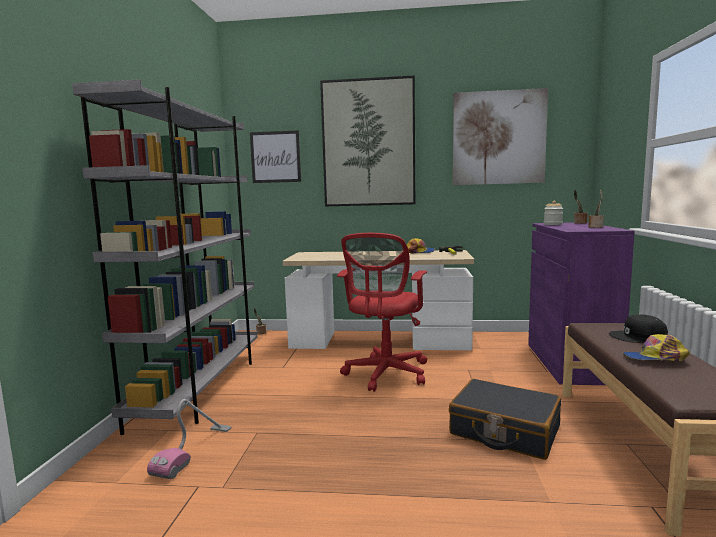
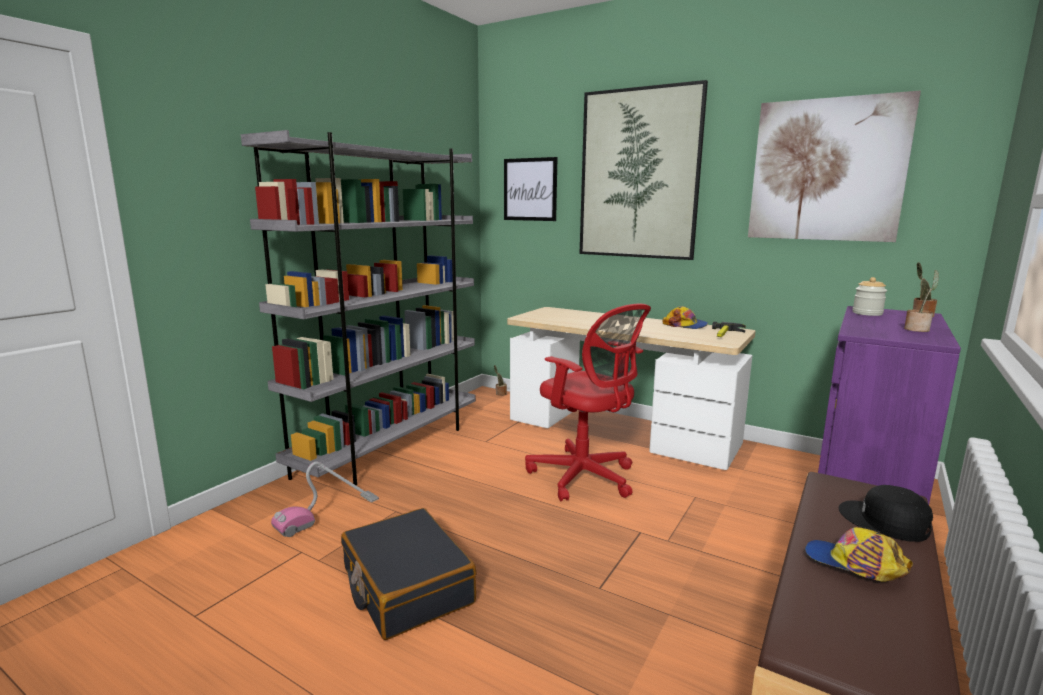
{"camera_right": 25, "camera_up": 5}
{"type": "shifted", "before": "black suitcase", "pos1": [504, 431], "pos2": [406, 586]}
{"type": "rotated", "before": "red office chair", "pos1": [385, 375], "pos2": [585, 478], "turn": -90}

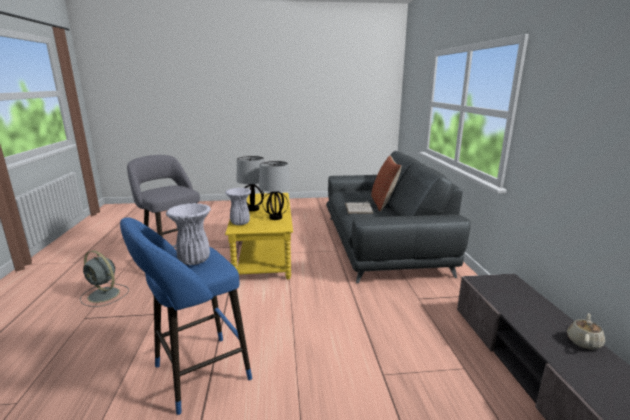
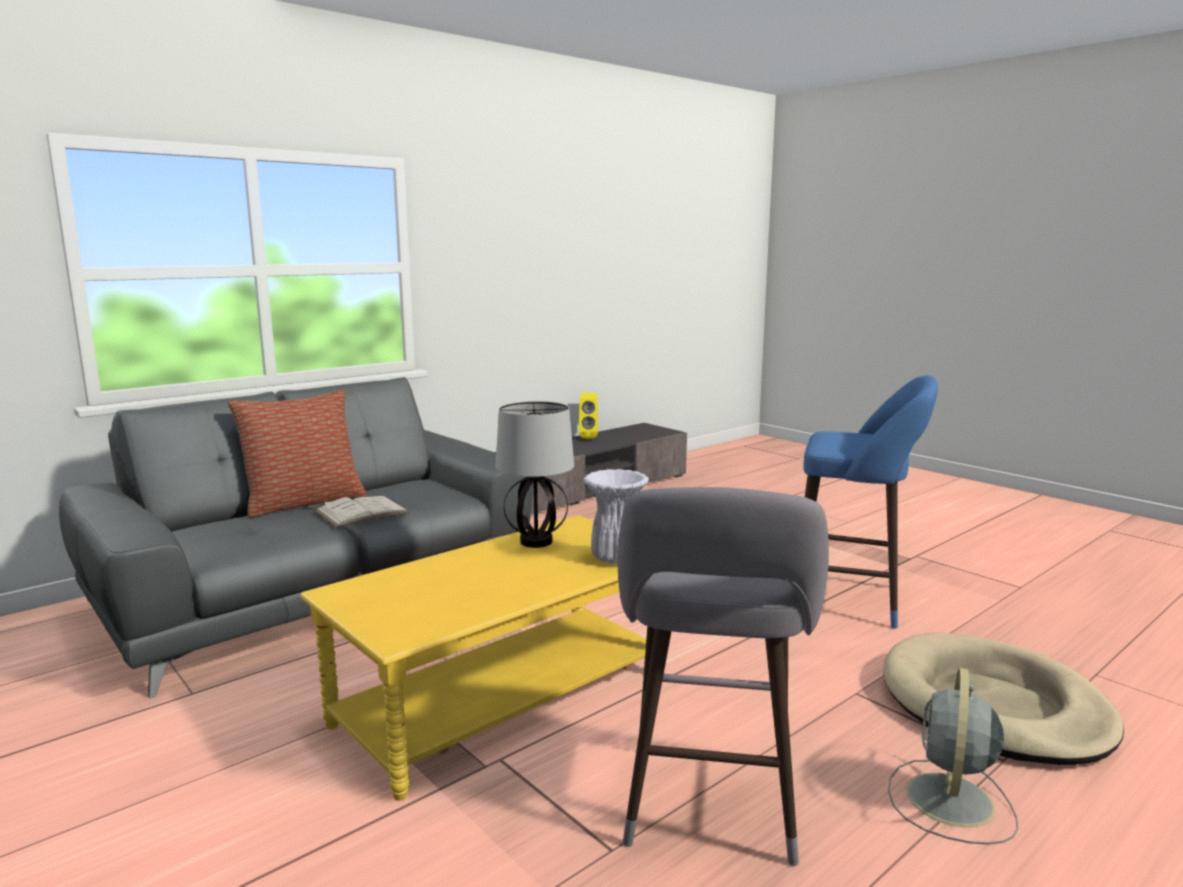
{"camera_right": -125, "camera_up": -5}
{"type": "gone", "before": "white vase", "pos1": [194, 261]}
{"type": "gone", "before": "table lamp", "pos1": [253, 209]}
{"type": "new", "after": "beige dog bed", "pos2": [993, 706]}
{"type": "swapped", "before": "beige teapot", "after": "yellow speaker", "pos1": [584, 342], "pos2": [588, 437]}
{"type": "rotated", "before": "grey fan", "pos1": [105, 295], "pos2": [949, 802], "turn": -150}

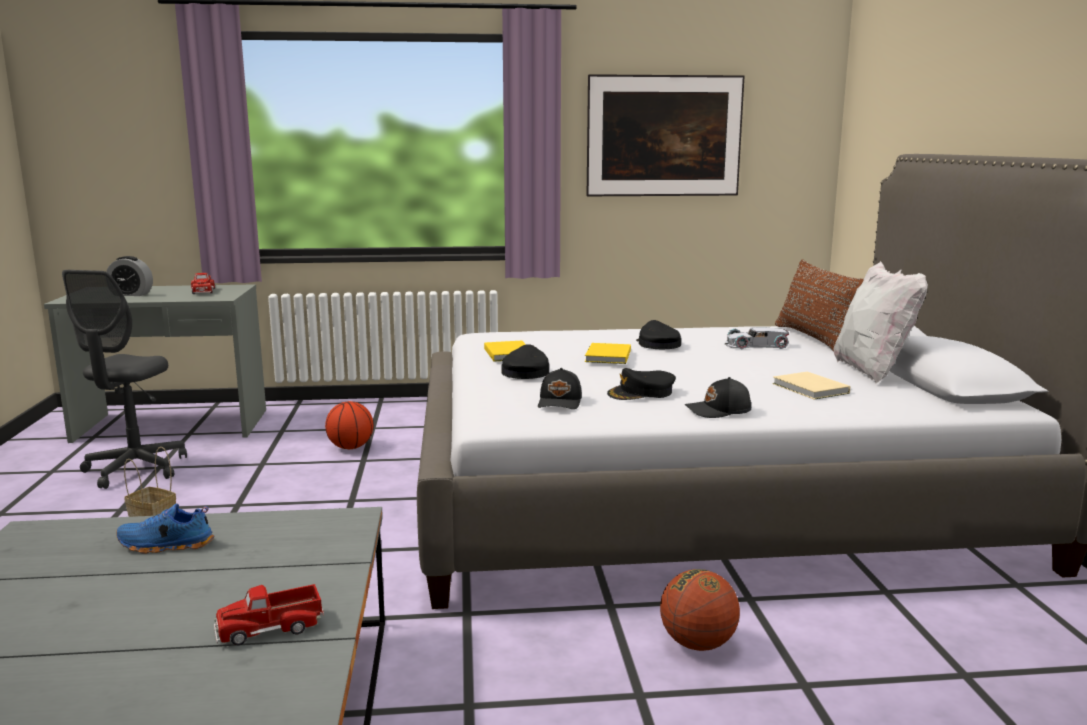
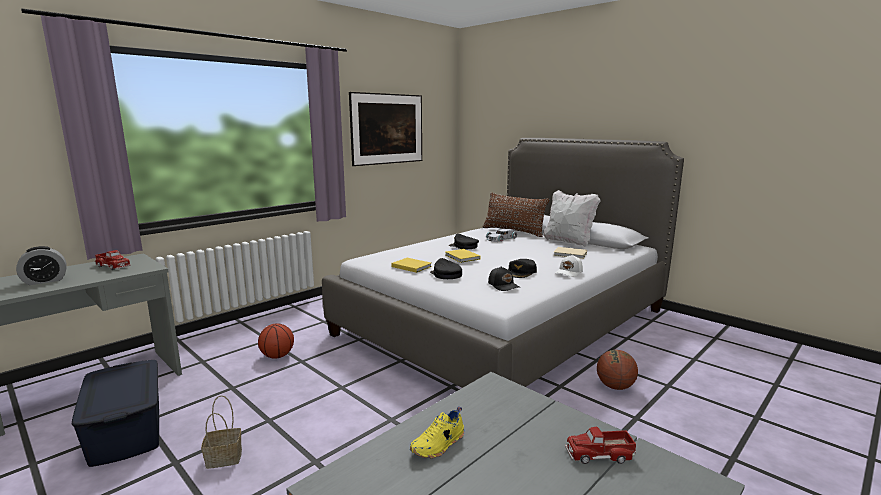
{"camera_right": -40, "camera_up": 0}
{"type": "swapped", "before": "grey office chair", "after": "blue storage box", "pos1": [135, 469], "pos2": [126, 430]}
{"type": "repainted", "before": "blue shoe", "after": "yellow shoe", "pos1": [165, 545], "pos2": [439, 445]}
{"type": "repainted", "before": "black cap", "after": "white cap", "pos1": [719, 411], "pos2": [569, 272]}
{"type": "rotated", "before": "toy truck", "pos1": [270, 627], "pos2": [599, 454], "turn": 60}

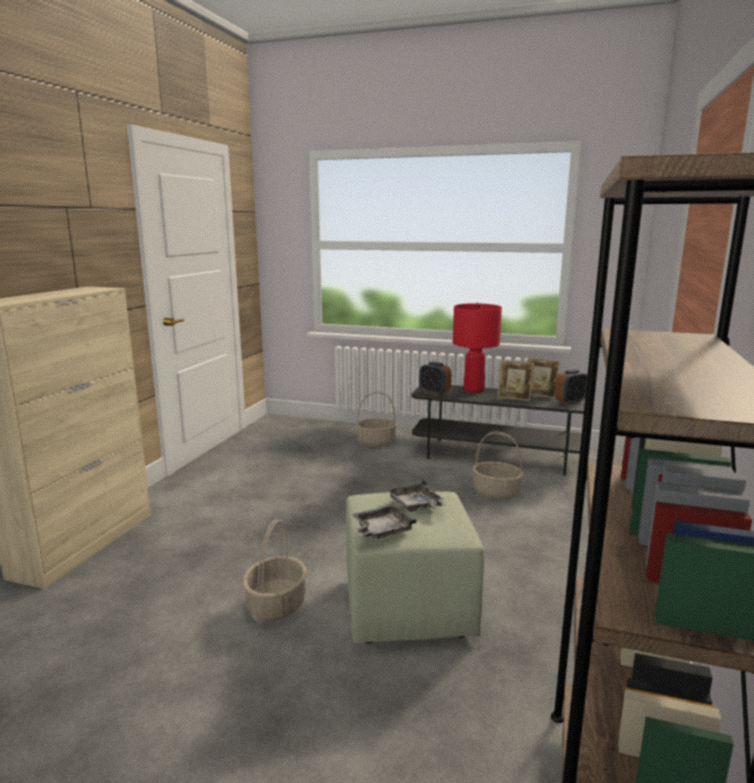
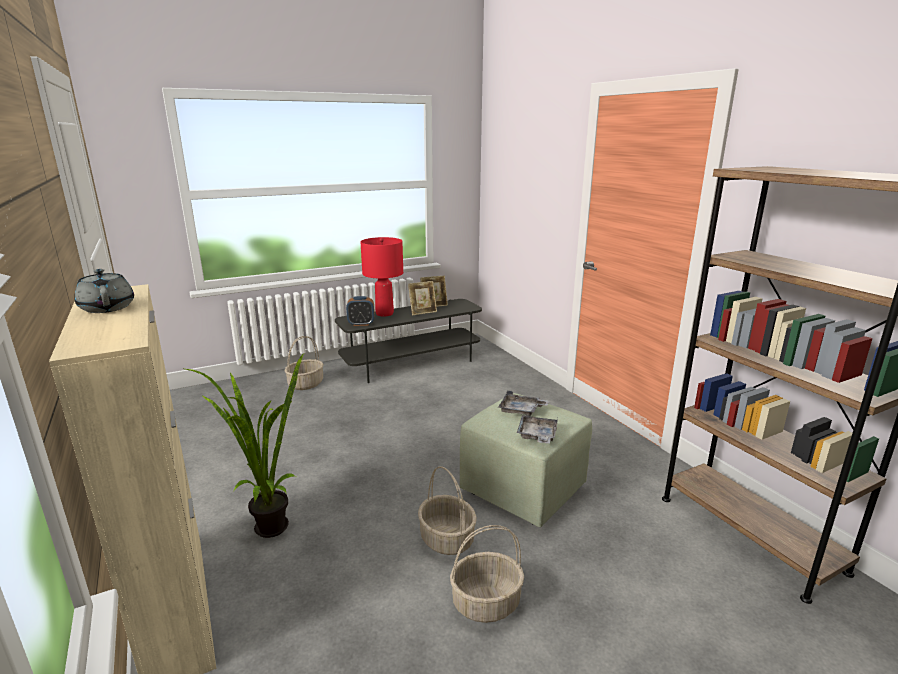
{"camera_right": -45, "camera_up": 5}
{"type": "gone", "before": "alarm clock", "pos1": [570, 402]}
{"type": "new", "after": "grey teapot", "pos2": [107, 307]}
{"type": "new", "after": "potted plant", "pos2": [265, 525]}
{"type": "shifted", "before": "basket", "pos1": [497, 493], "pos2": [486, 602]}

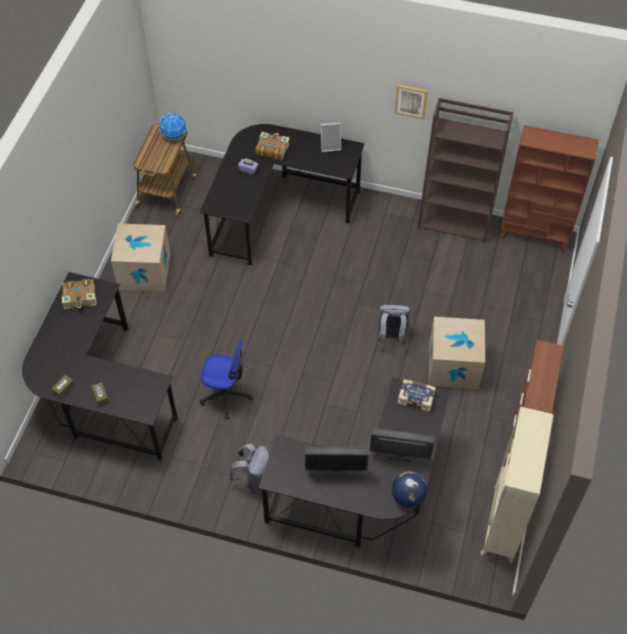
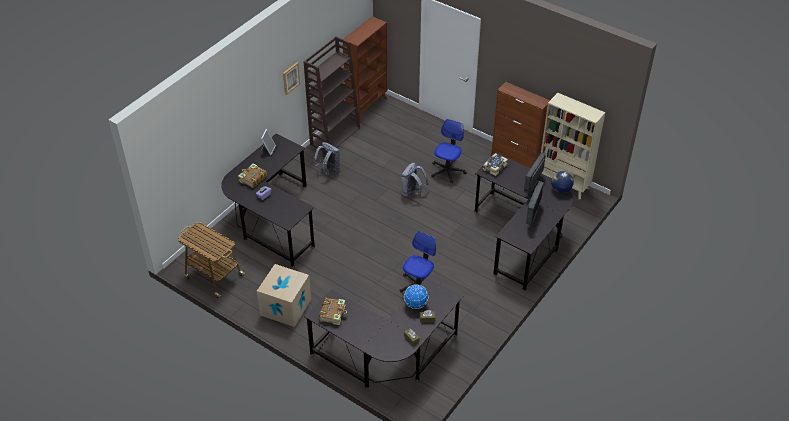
{"camera_right": -70, "camera_up": -10}
{"type": "shifted", "before": "globe", "pos1": [174, 136], "pos2": [415, 304]}
{"type": "shifted", "before": "grey backpack", "pos1": [254, 479], "pos2": [328, 170]}
{"type": "swapped", "before": "cardboard box", "after": "office chair", "pos1": [453, 366], "pos2": [447, 171]}

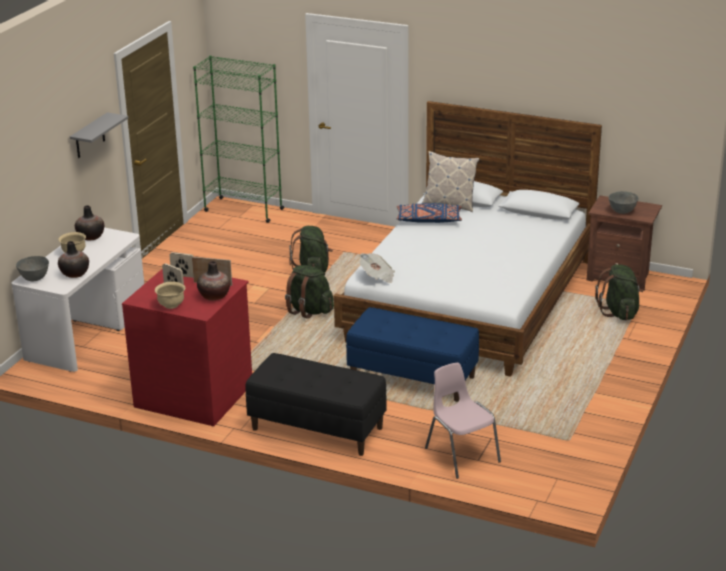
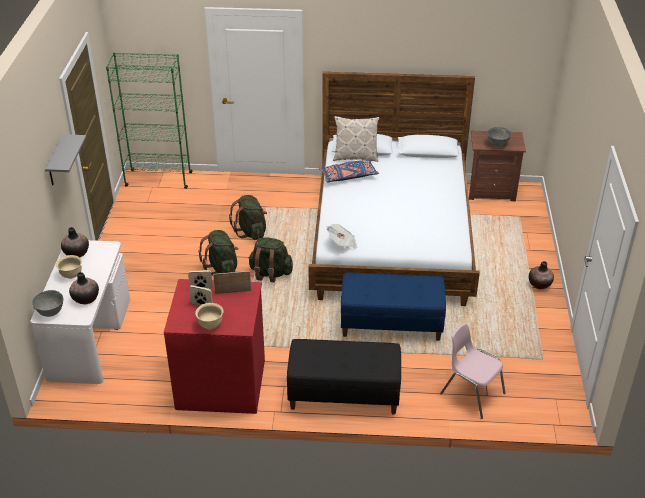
{"camera_right": -20, "camera_up": 10}
{"type": "shifted", "before": "vase", "pos1": [214, 296], "pos2": [539, 284]}
{"type": "shifted", "before": "green backpack", "pos1": [619, 312], "pos2": [222, 268]}

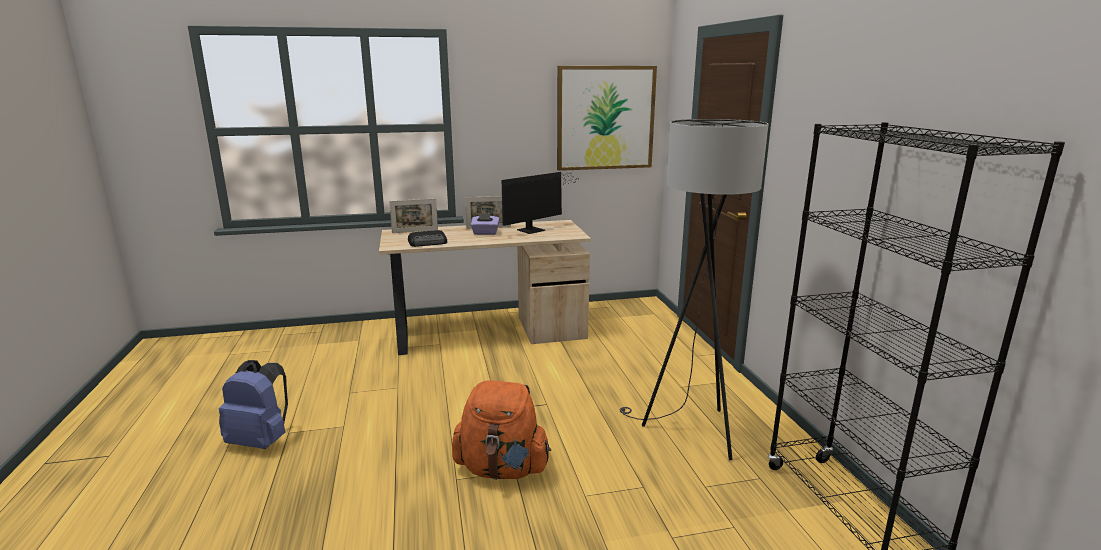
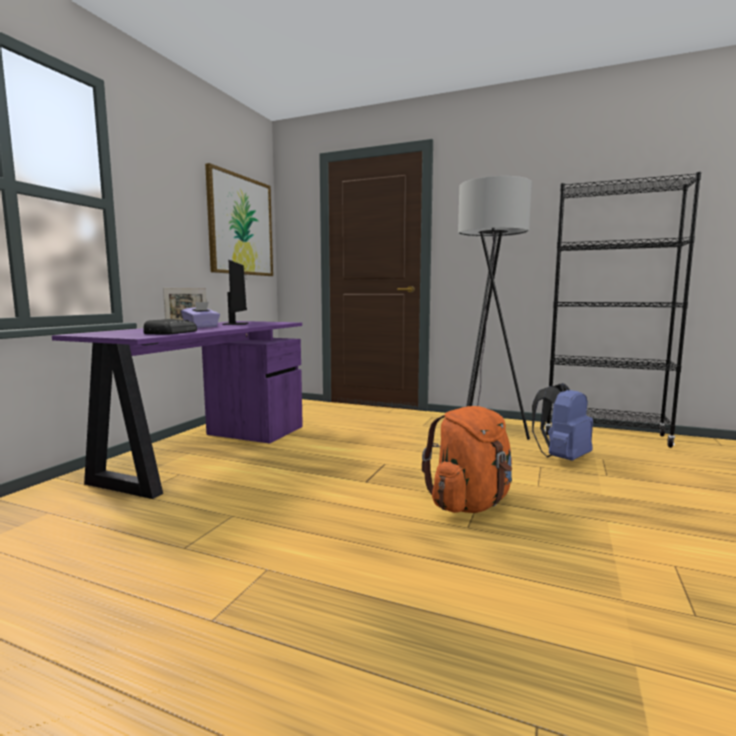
{"camera_right": -55, "camera_up": -10}
{"type": "gone", "before": "picture frame", "pos1": [415, 231]}
{"type": "shifted", "before": "blue backpack", "pos1": [261, 441], "pos2": [562, 458]}
{"type": "repainted", "before": "beige desk", "after": "purple desk", "pos1": [487, 332], "pos2": [207, 451]}

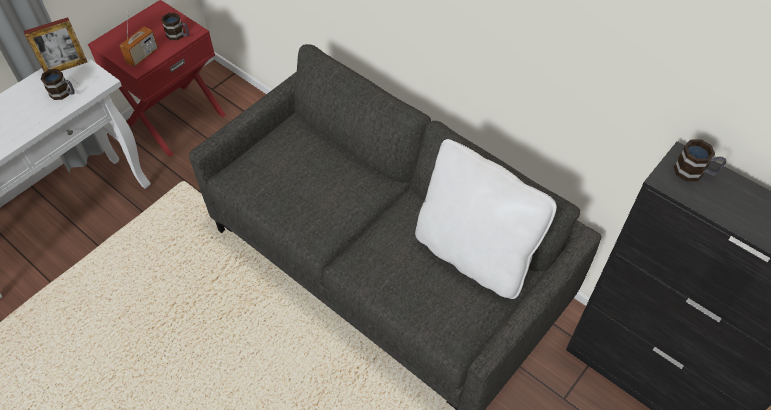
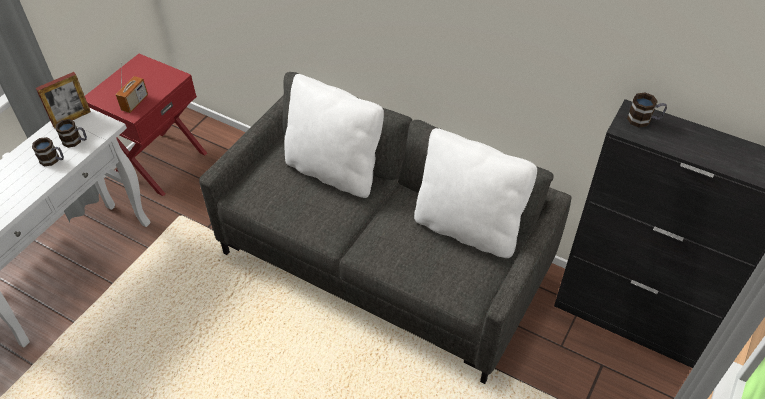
{"camera_right": -10, "camera_up": -5}
{"type": "new", "after": "white pillow", "pos2": [334, 171]}
{"type": "shifted", "before": "mug", "pos1": [179, 35], "pos2": [53, 160]}

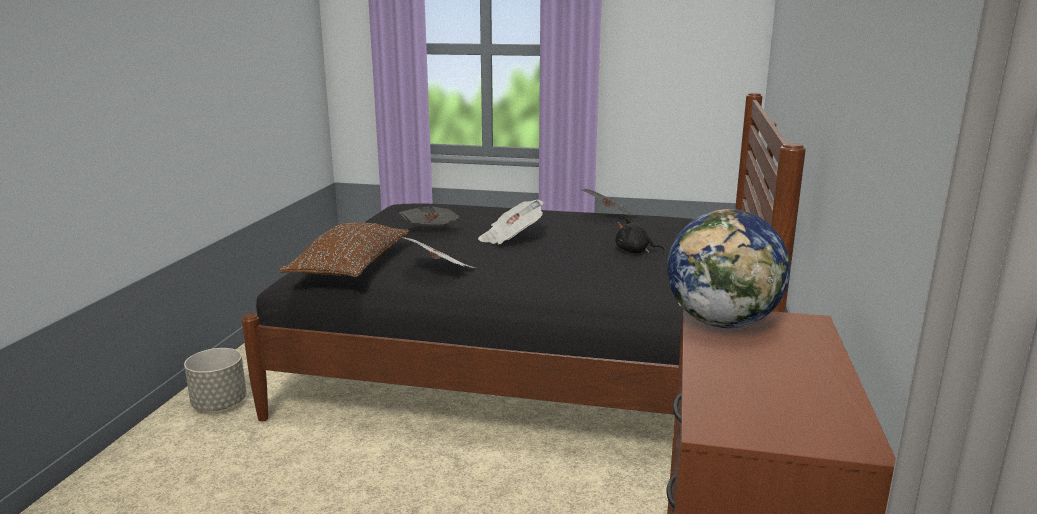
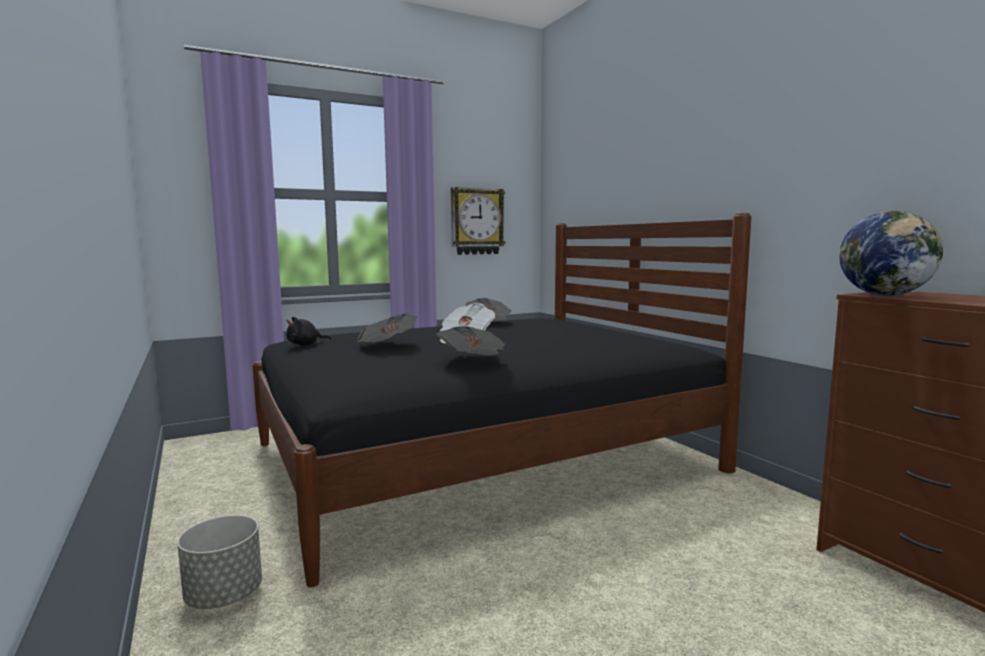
{"camera_right": -40, "camera_up": -10}
{"type": "gone", "before": "brown pillow", "pos1": [350, 267]}
{"type": "new", "after": "wall clock", "pos2": [476, 221]}
{"type": "shifted", "before": "black plush toy", "pos1": [634, 251], "pos2": [305, 344]}

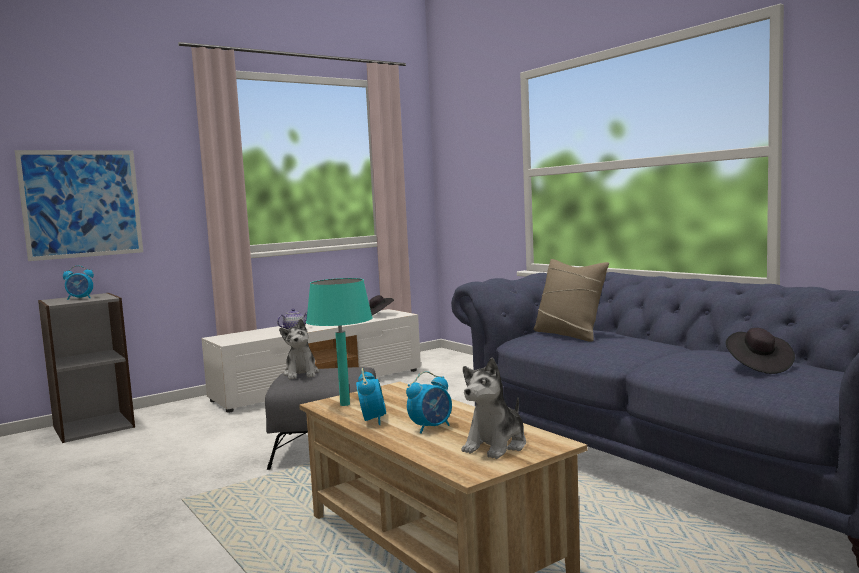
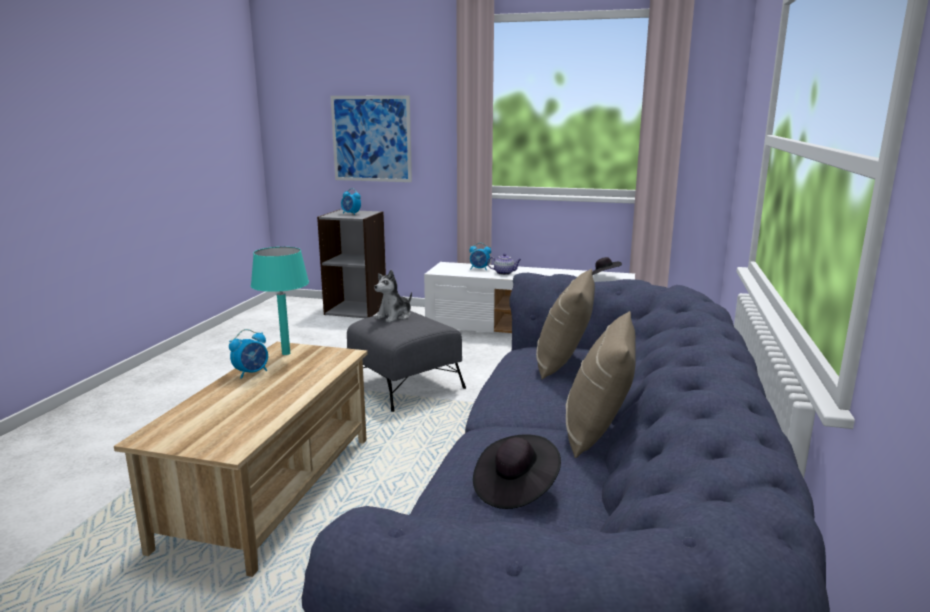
{"camera_right": 50, "camera_up": 10}
{"type": "gone", "before": "plush toy", "pos1": [496, 445]}
{"type": "new", "after": "beige pillow", "pos2": [597, 430]}
{"type": "shifted", "before": "alarm clock", "pos1": [431, 427], "pos2": [479, 269]}

